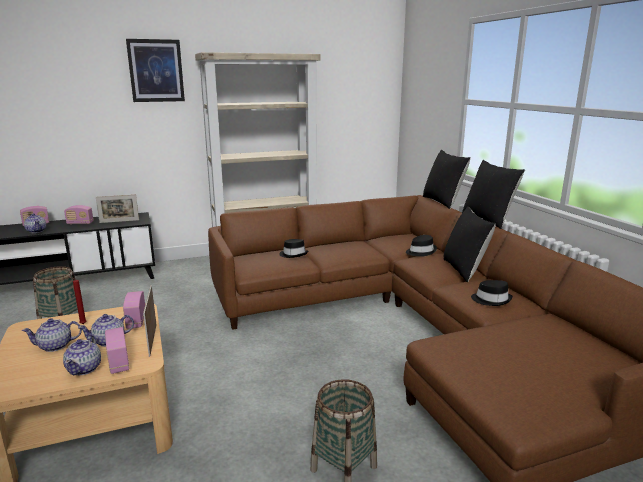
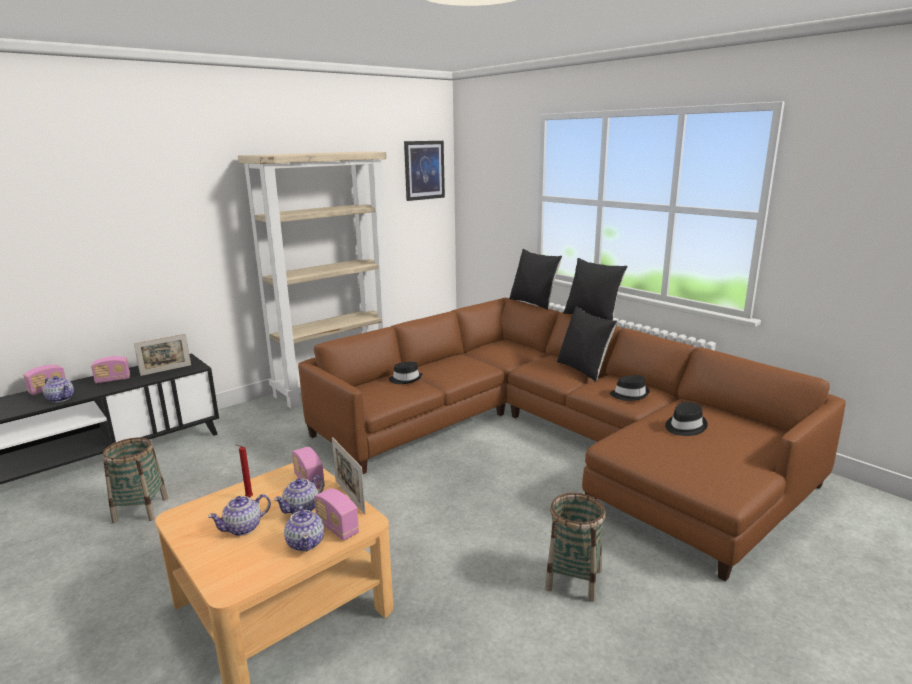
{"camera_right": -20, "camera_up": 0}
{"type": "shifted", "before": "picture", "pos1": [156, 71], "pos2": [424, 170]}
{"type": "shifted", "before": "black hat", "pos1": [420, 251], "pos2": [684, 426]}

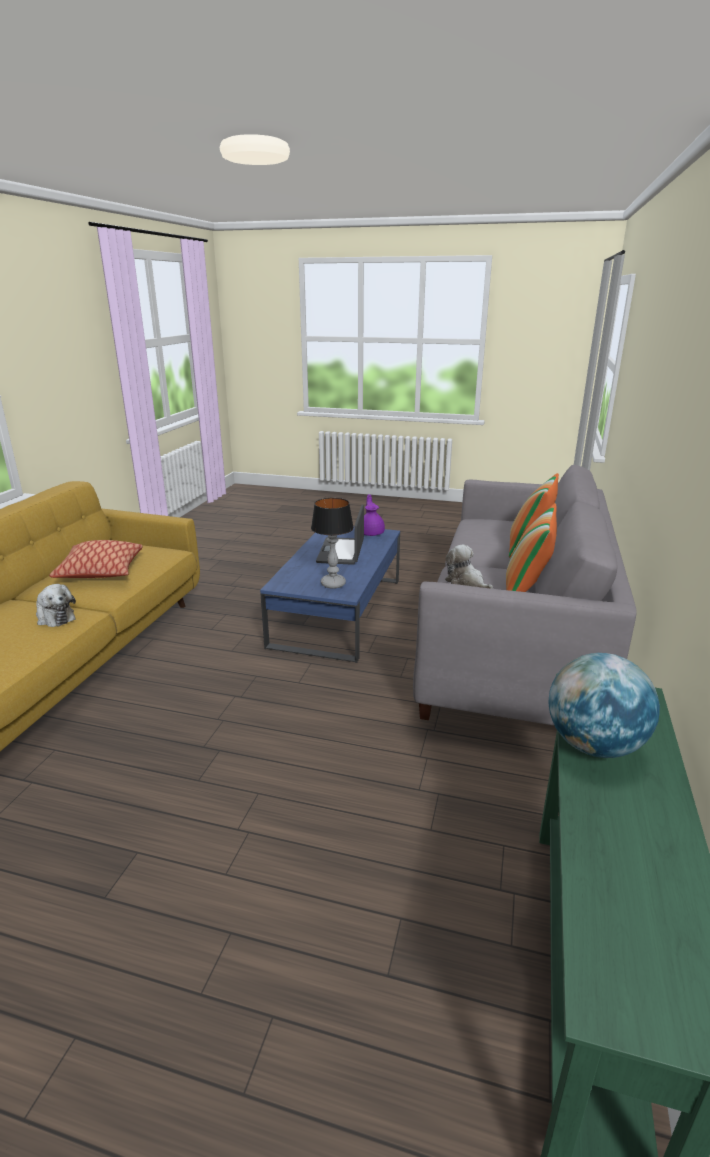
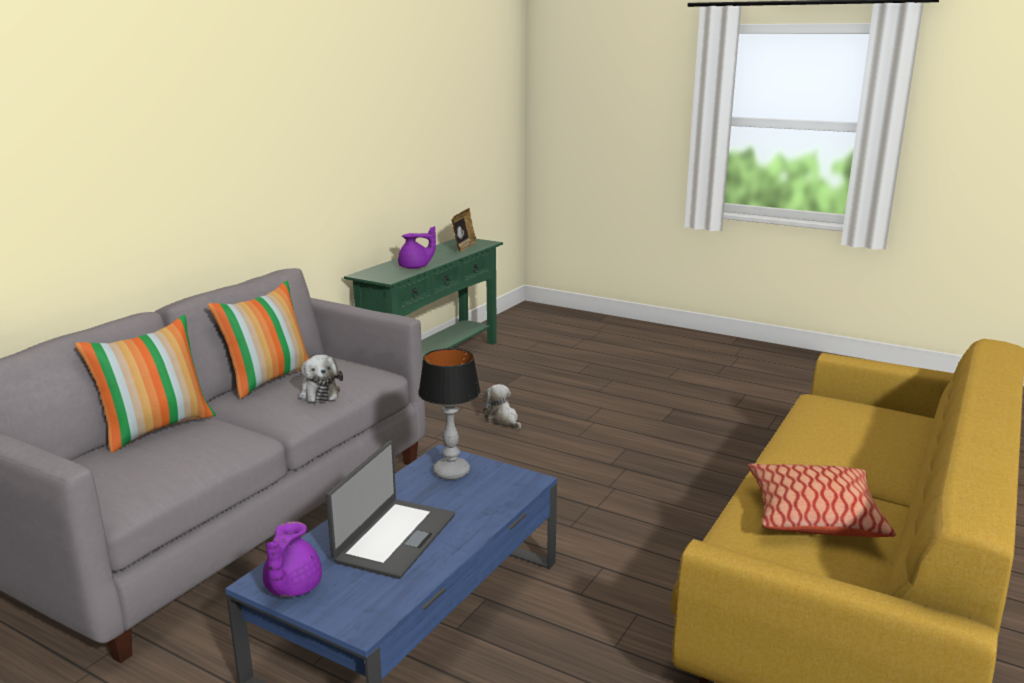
{"camera_right": -165, "camera_up": -5}
{"type": "new", "after": "picture frame", "pos2": [464, 247]}
{"type": "shifted", "before": "plush toy", "pos1": [54, 617], "pos2": [503, 420]}
{"type": "swapped", "before": "globe", "after": "purple teapot", "pos1": [593, 745], "pos2": [415, 267]}

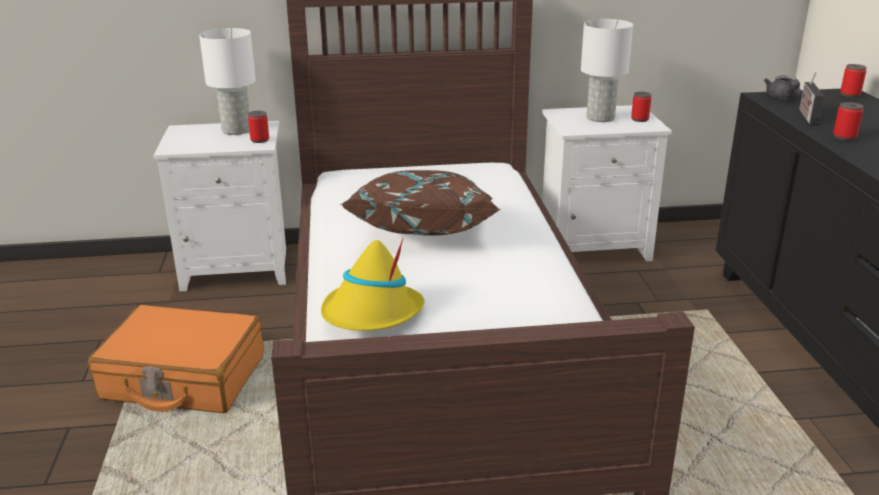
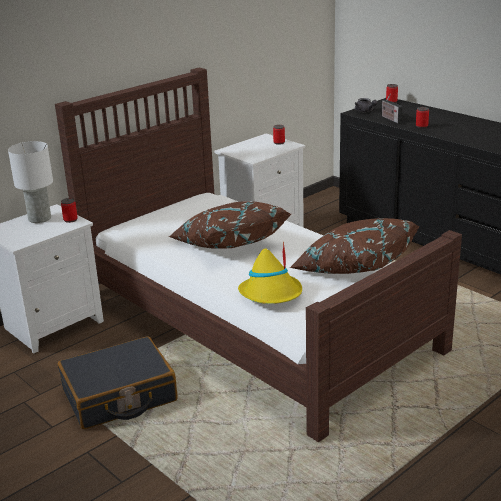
{"camera_right": -35, "camera_up": 0}
{"type": "gone", "before": "white table lamp", "pos1": [599, 118]}
{"type": "new", "after": "brown pillow", "pos2": [353, 267]}
{"type": "repainted", "before": "orange suitcase", "after": "black suitcase", "pos1": [183, 377], "pos2": [119, 396]}

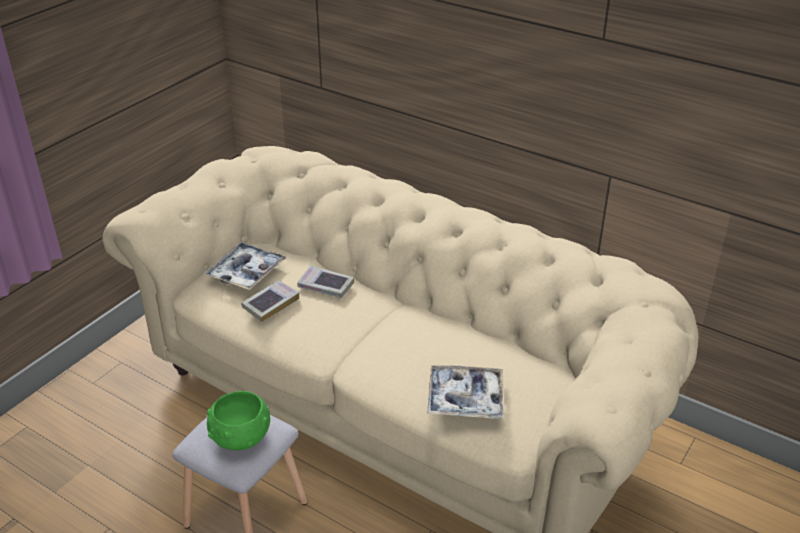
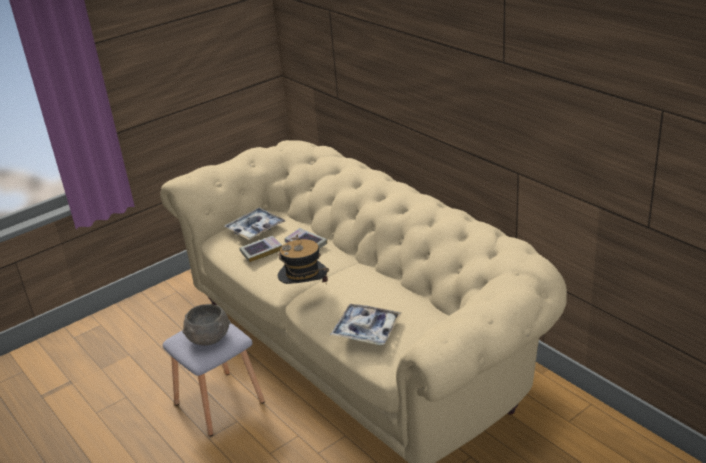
{"camera_right": 20, "camera_up": -5}
{"type": "new", "after": "hat", "pos2": [305, 293]}
{"type": "repainted", "before": "green bowl", "after": "grey bowl", "pos1": [240, 437], "pos2": [208, 338]}

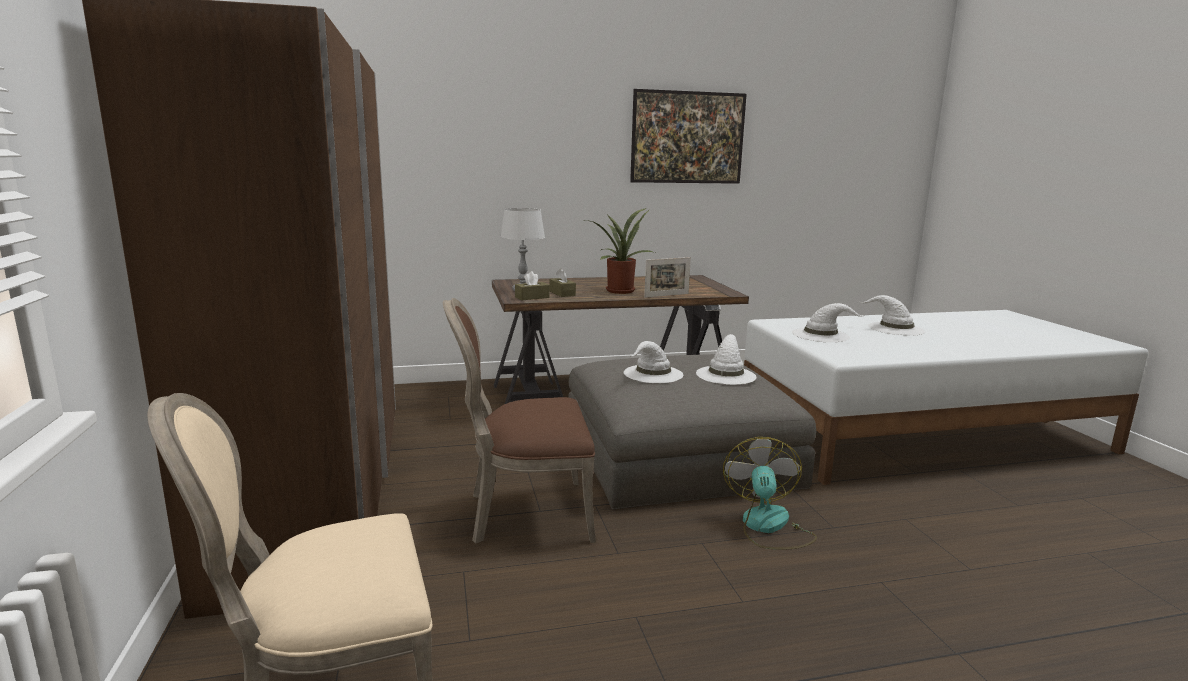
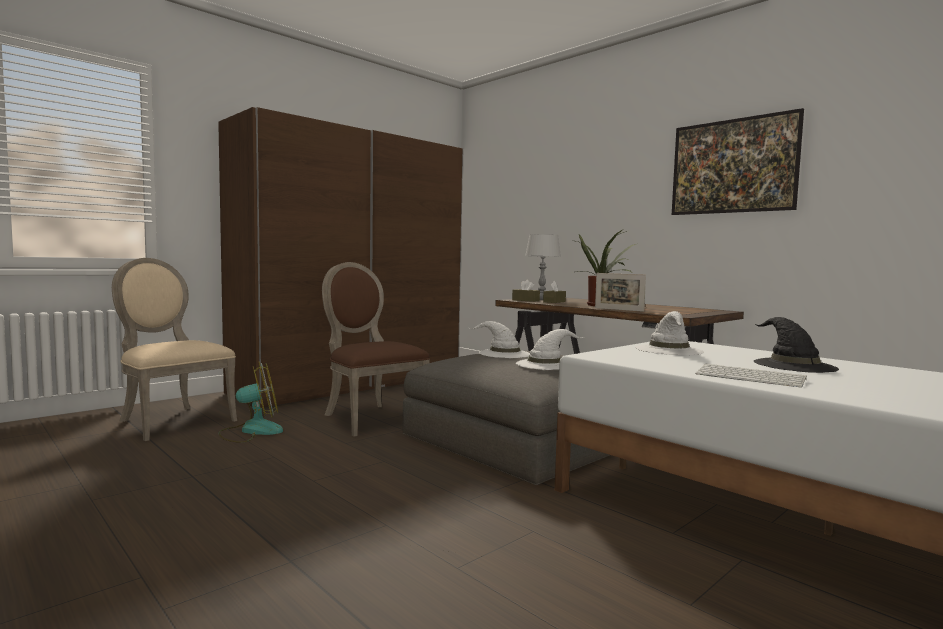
{"camera_right": 60, "camera_up": -10}
{"type": "new", "after": "keyboard", "pos2": [751, 377]}
{"type": "shifted", "before": "fan", "pos1": [768, 527], "pos2": [251, 431]}
{"type": "repainted", "before": "white hat", "after": "black hat", "pos1": [895, 328], "pos2": [793, 365]}

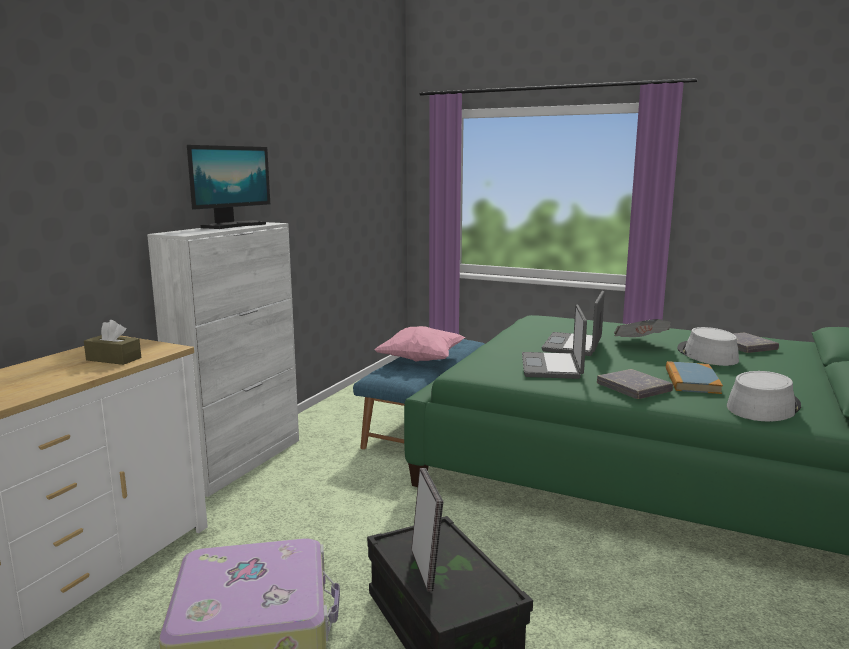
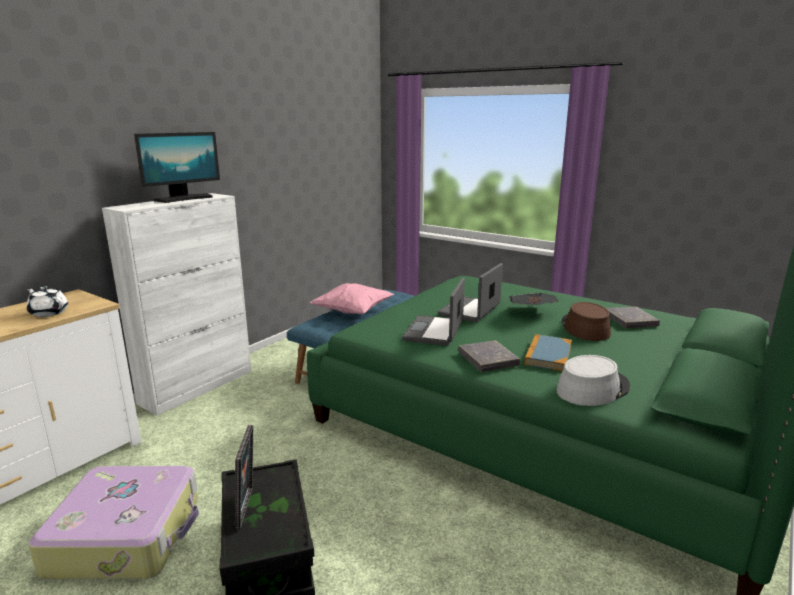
{"camera_right": 10, "camera_up": 5}
{"type": "swapped", "before": "brown tissue box", "after": "white teapot", "pos1": [113, 359], "pos2": [49, 312]}
{"type": "repainted", "before": "grey hat", "after": "brown hat", "pos1": [706, 355], "pos2": [584, 328]}

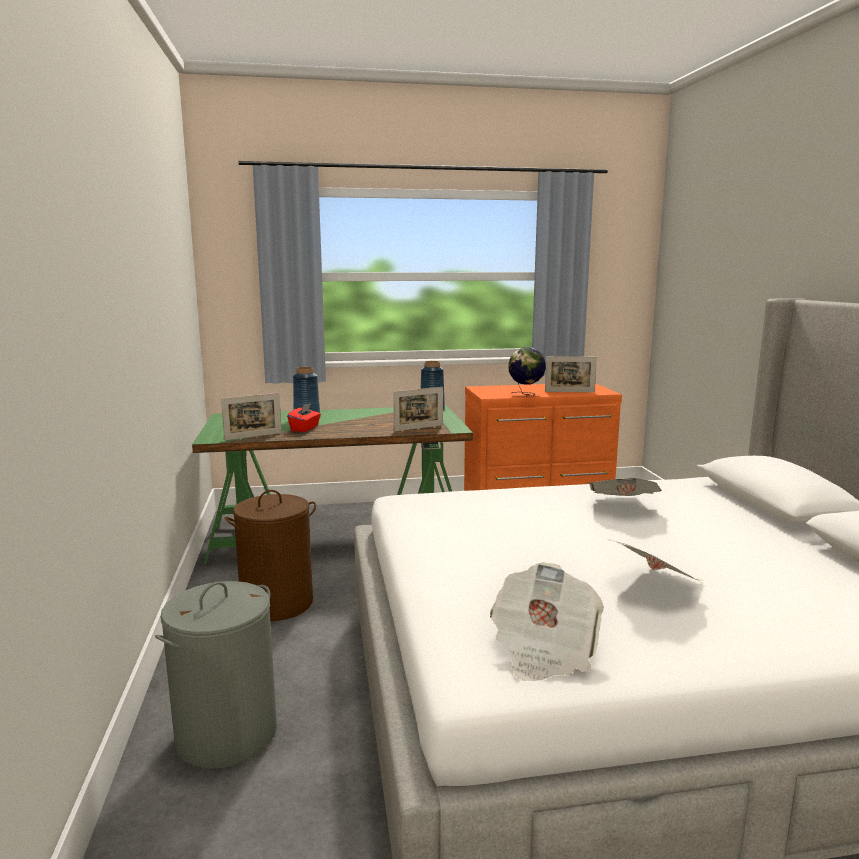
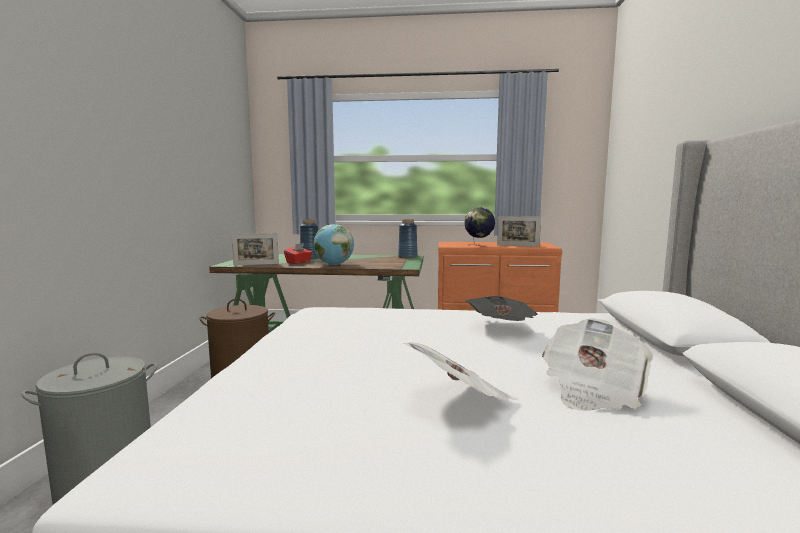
{"camera_right": 15, "camera_up": -5}
{"type": "gone", "before": "picture frame", "pos1": [418, 428]}
{"type": "new", "after": "globe", "pos2": [334, 264]}
{"type": "shifted", "before": "newspaper", "pos1": [543, 649], "pos2": [592, 390]}

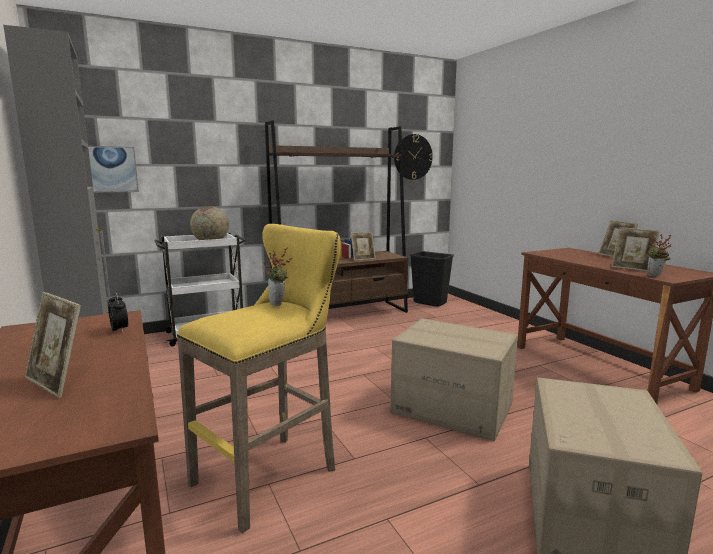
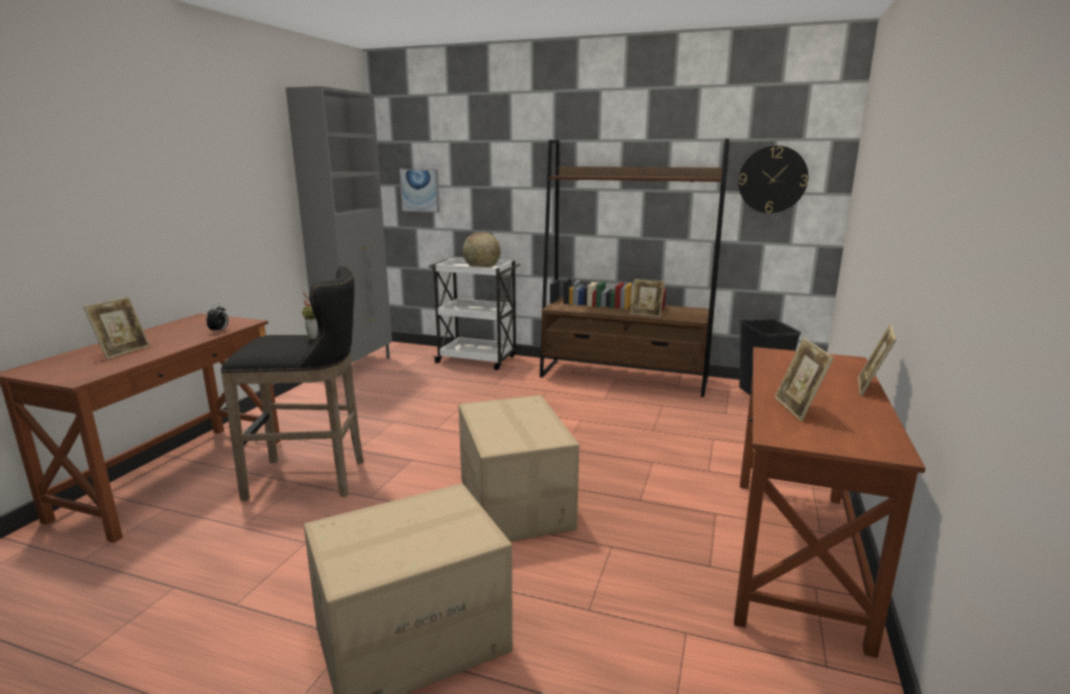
{"camera_right": 45, "camera_up": 5}
{"type": "gone", "before": "potted plant", "pos1": [655, 276]}
{"type": "repainted", "before": "yellow stool", "after": "black stool", "pos1": [271, 474], "pos2": [313, 478]}
{"type": "rotated", "before": "picture frame", "pos1": [57, 383], "pos2": [123, 351], "turn": -150}

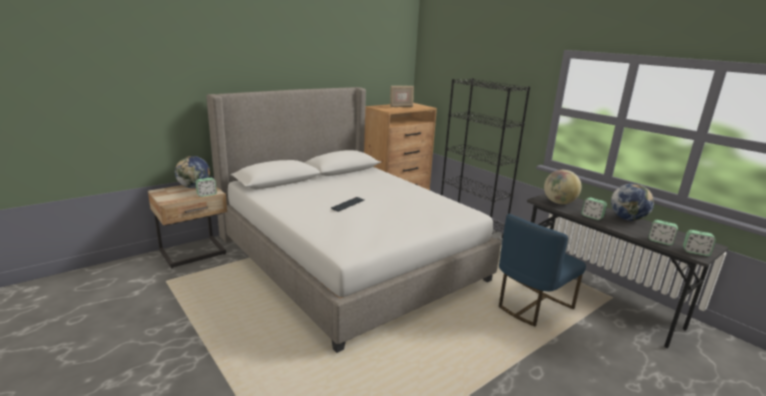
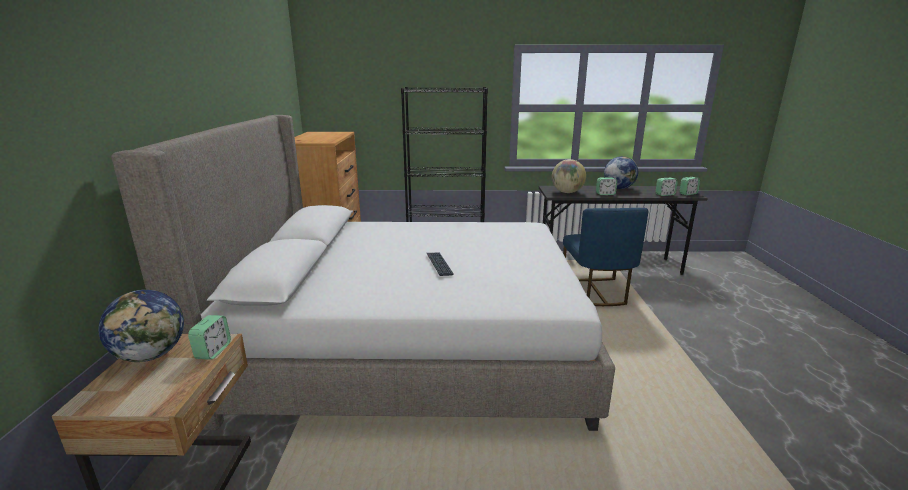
{"camera_right": -50, "camera_up": 0}
{"type": "gone", "before": "picture frame", "pos1": [401, 107]}

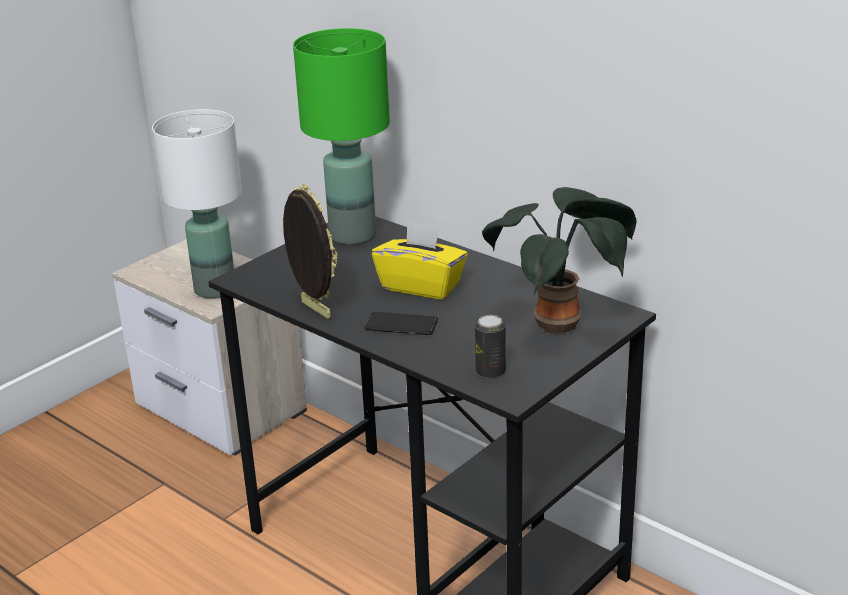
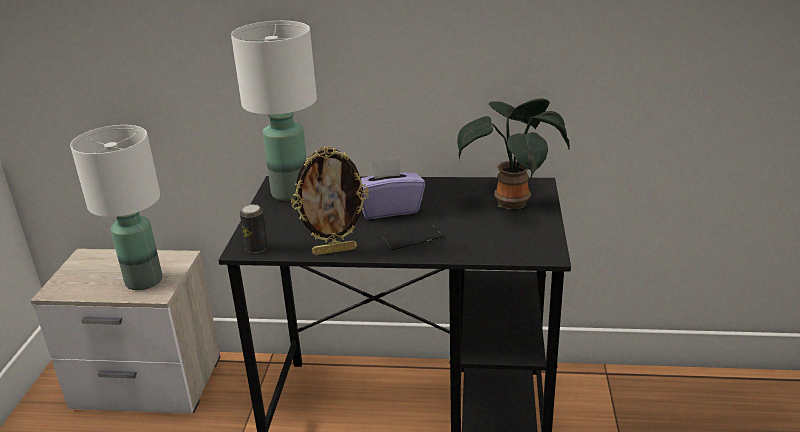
{"camera_right": -35, "camera_up": 0}
{"type": "shifted", "before": "can", "pos1": [490, 372], "pos2": [257, 248]}
{"type": "repainted", "before": "green table lamp", "after": "white table lamp", "pos1": [351, 235], "pos2": [289, 193]}
{"type": "repainted", "before": "yellow tissue box", "after": "purple tissue box", "pos1": [421, 286], "pos2": [389, 209]}
{"type": "rotated", "before": "picture frame", "pos1": [313, 310], "pos2": [334, 250], "turn": 150}

